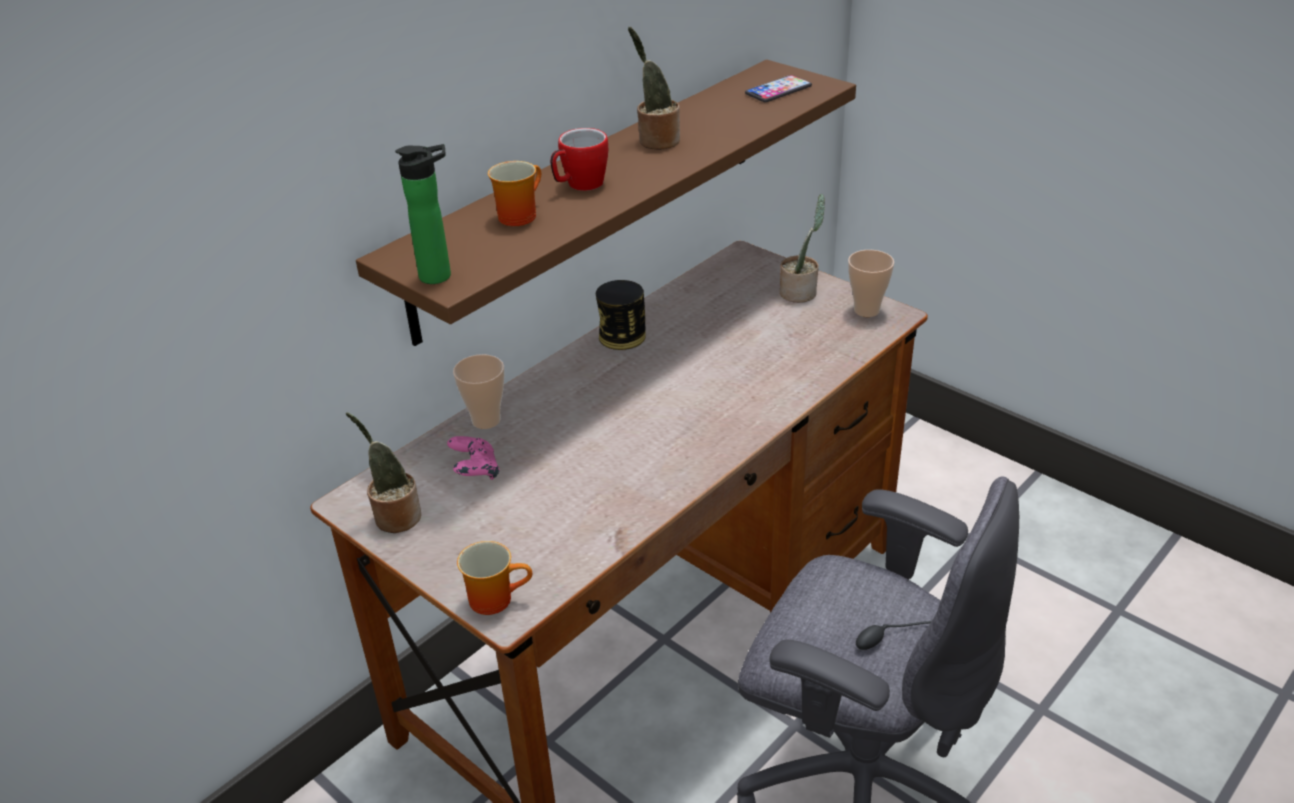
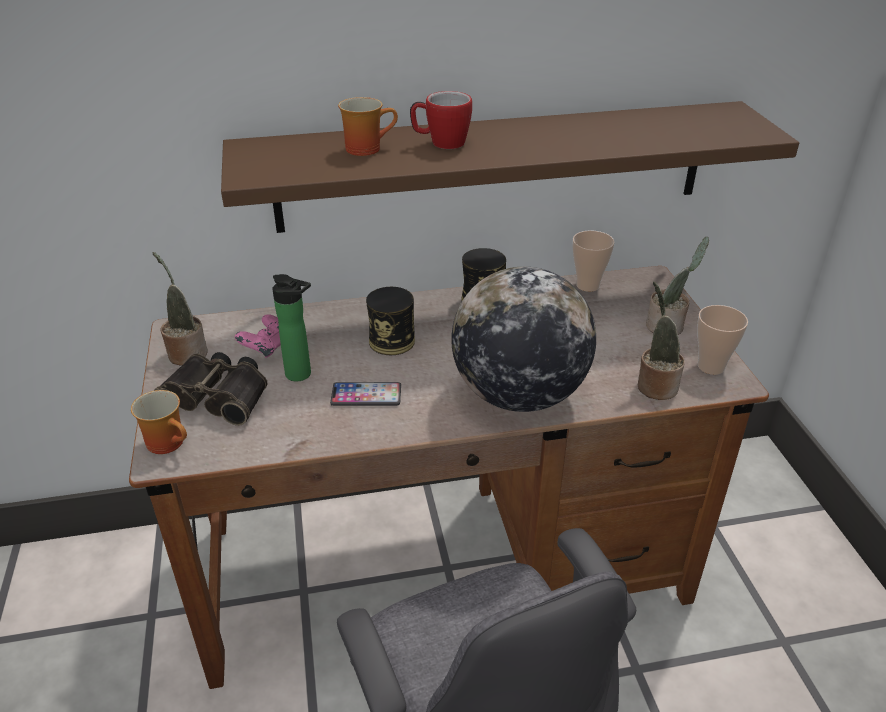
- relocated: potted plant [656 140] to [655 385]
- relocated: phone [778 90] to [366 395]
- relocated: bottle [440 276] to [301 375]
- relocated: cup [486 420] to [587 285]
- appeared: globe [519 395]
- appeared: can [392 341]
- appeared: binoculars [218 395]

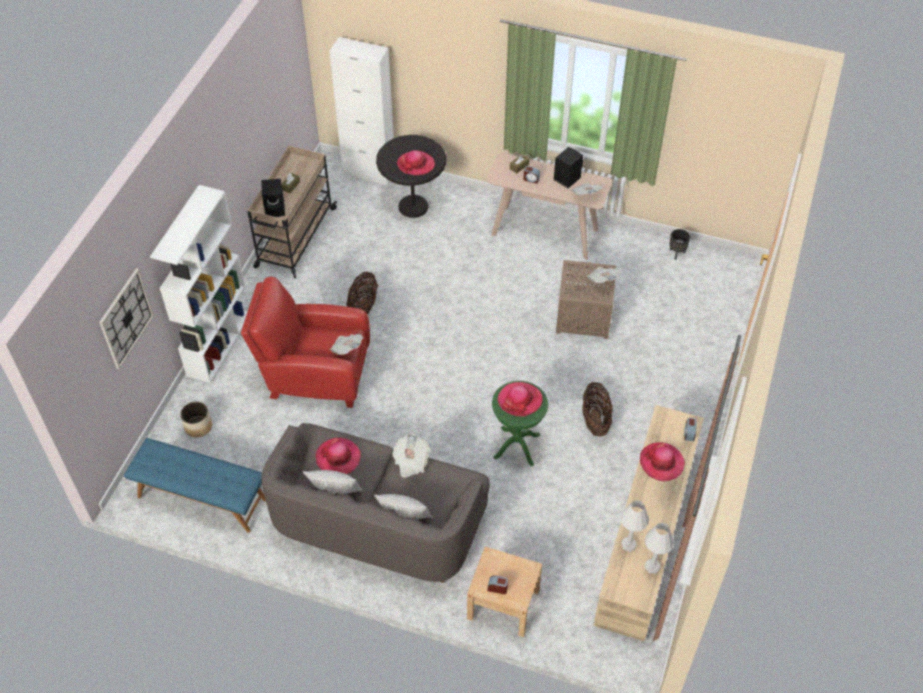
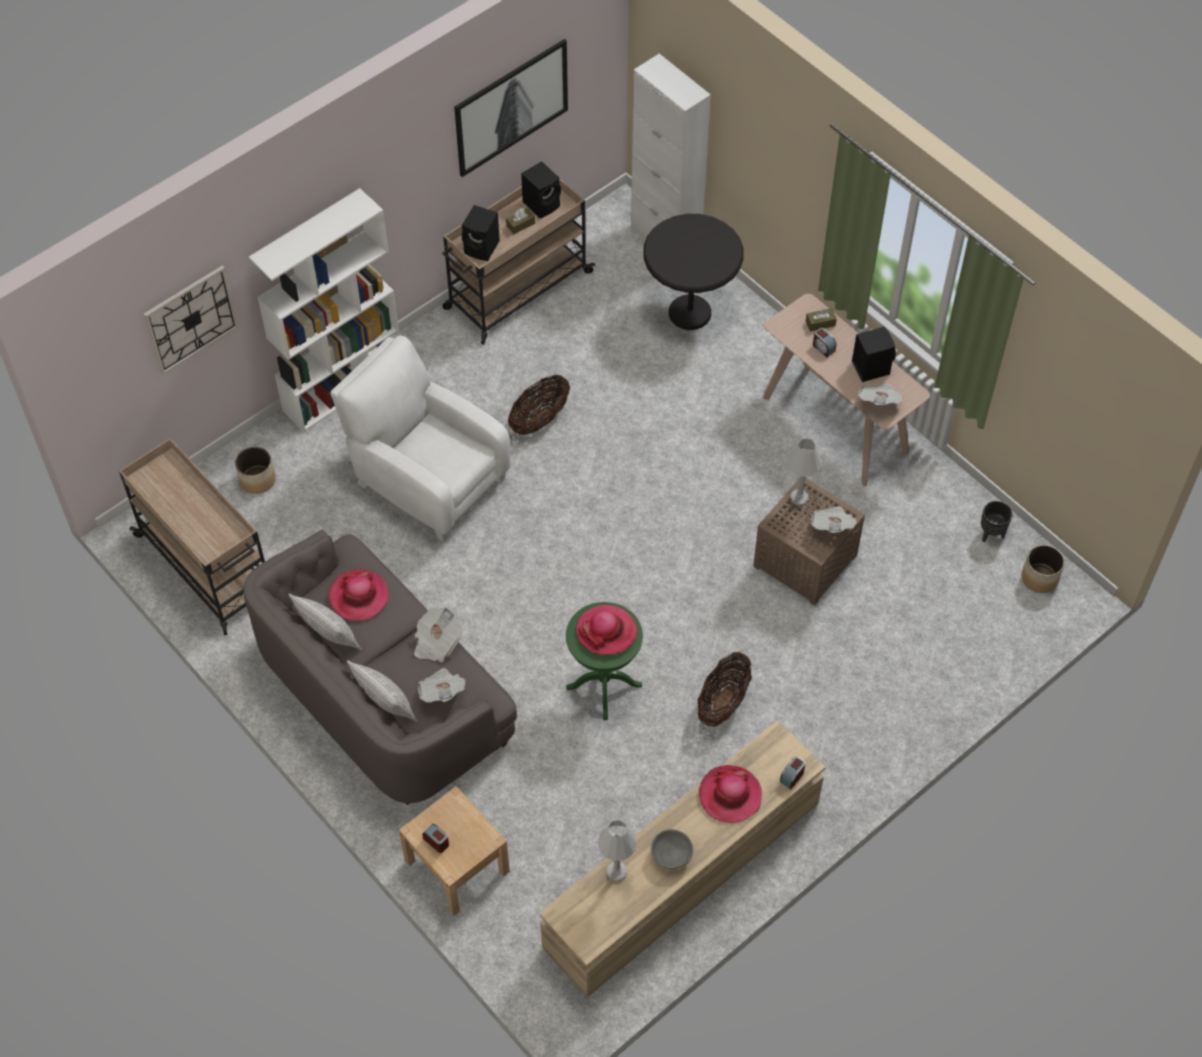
- missing: hat [416 164]
- colour: armchair (red) [314 374] to armchair (white) [427 478]
- relocated: newspaper [347 349] to [442 692]
- exchanged: bench (blue) [201 498] to cart (beige) [208 567]
- relocated: table lamp (white) [652 567] to [799 498]
- appeared: picture [511 107]
- appeared: speaker (black) [542 204]
- appeared: planter [1040 578]
- appeared: bowl (grey) [672 855]

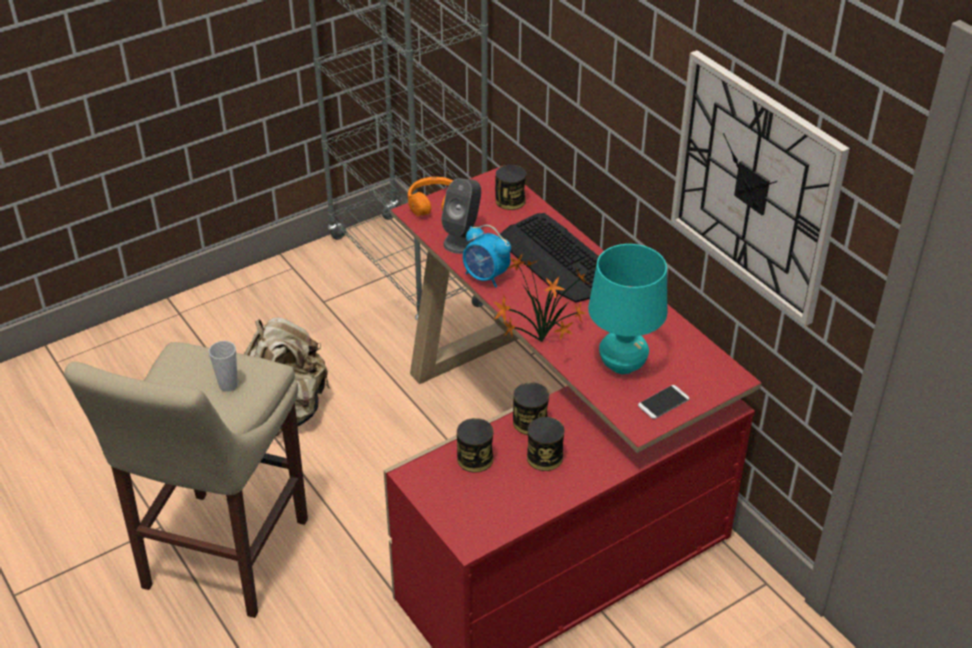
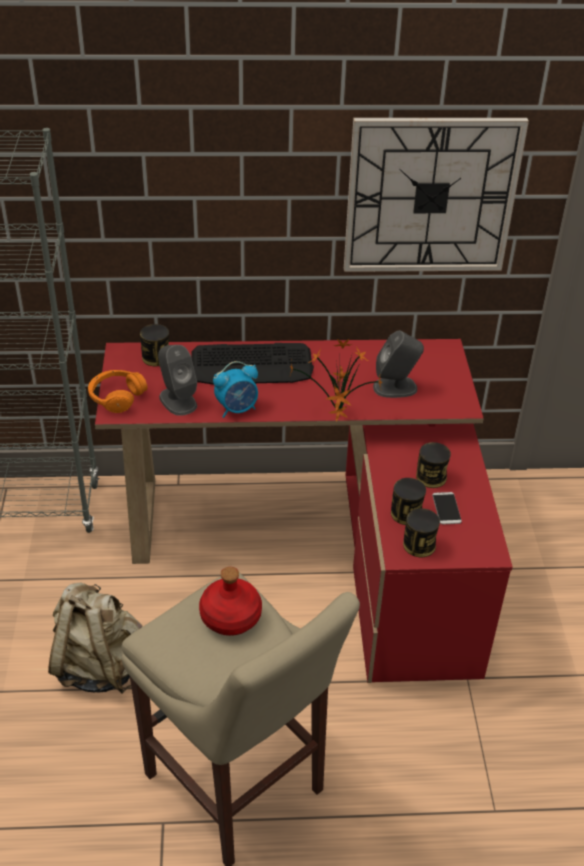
- exchanged: table lamp (turquoise) [622 365] to speaker (grey) [396 387]
- exchanged: cup [228 385] to bottle (red) [231 617]
- relocated: can [530 422] to [419 545]
- relocated: phone [663 402] to [446 508]

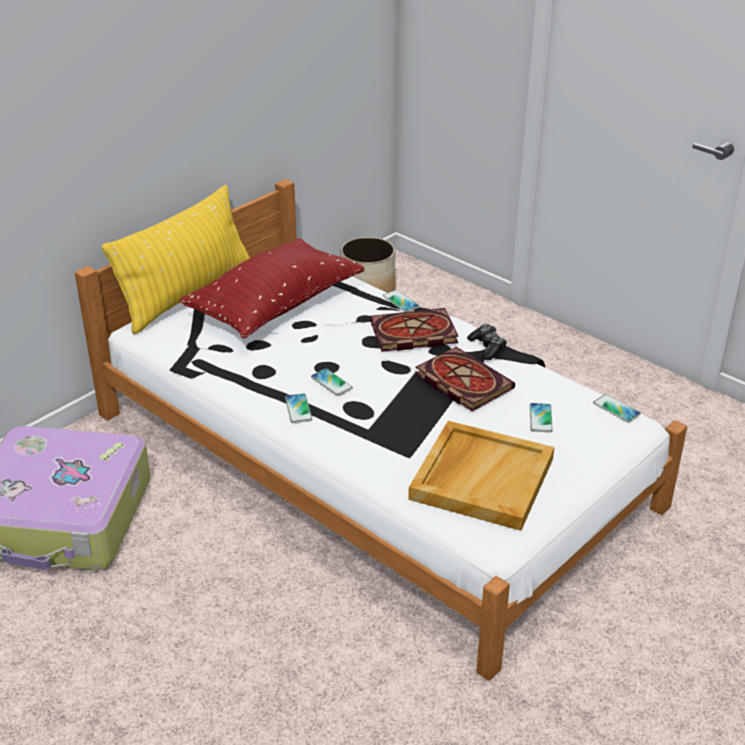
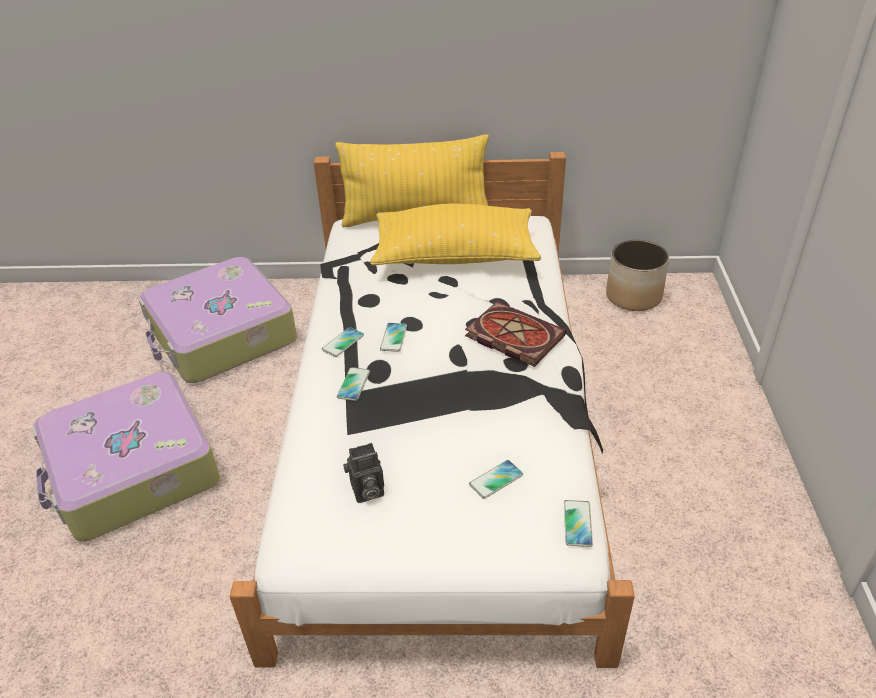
- colour: pillow (red) [275 306] to pillow (yellow) [455 256]
- relocated: phone [400 302] to [353 384]
- missing: game controller [487 347]
- missing: book [460 381]
- exchanged: tray (beige) [481 478] to photo camera [366 492]
- appeared: suitcase [132 471]

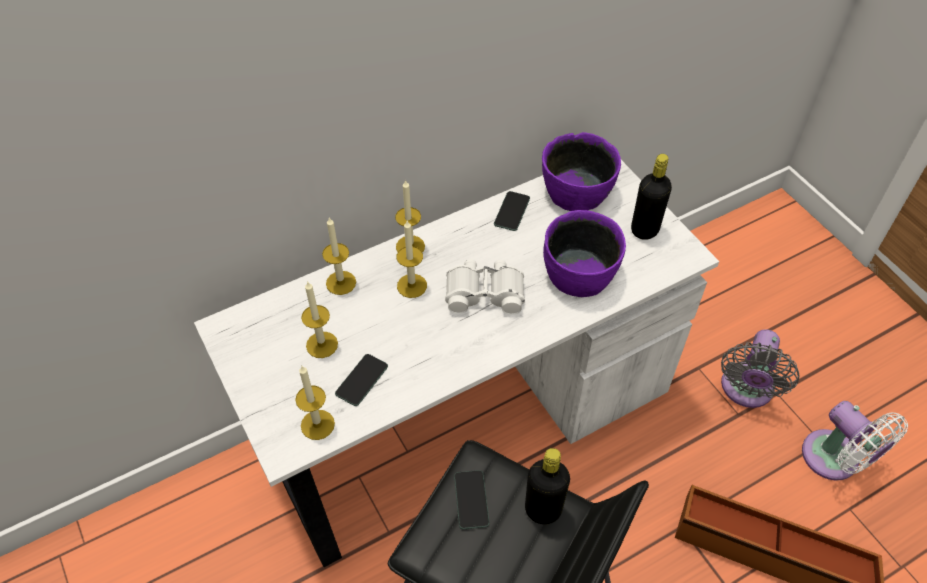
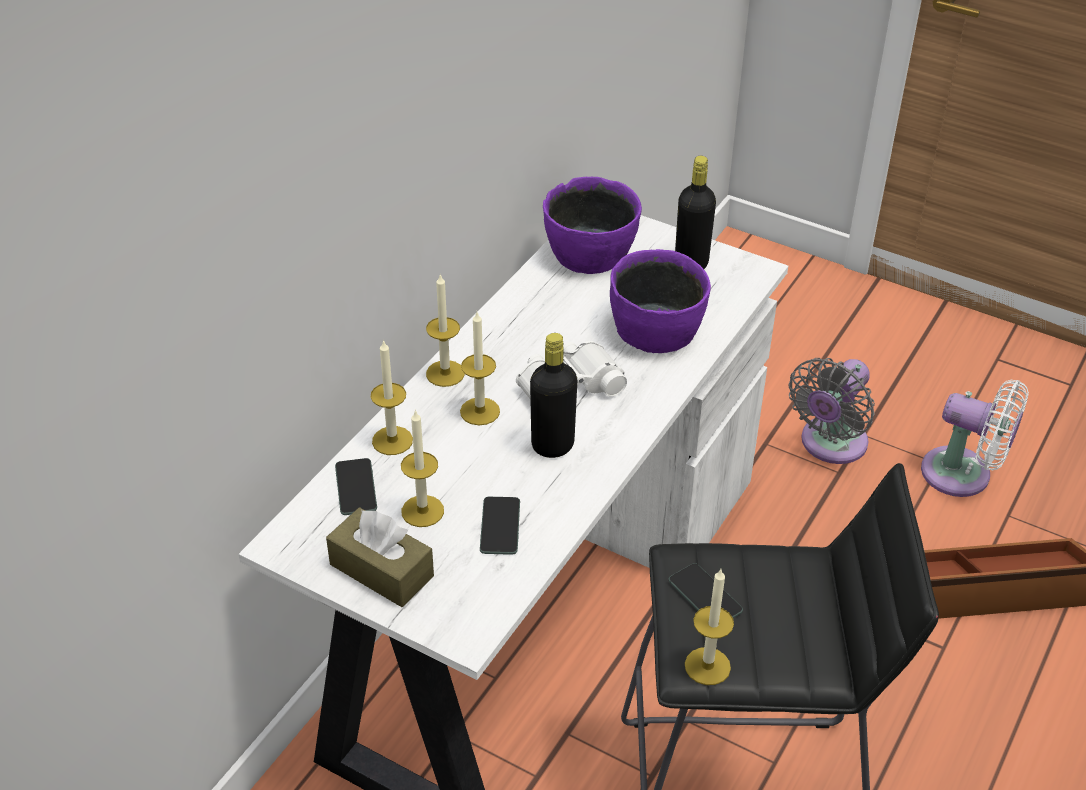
- relocated: phone [512 211] to [356 487]
- spun: fan (grey) [746 390] = [830 445] 45 degrees clockwise
- relocated: candle [317 424] to [707 666]
- relocated: bottle (black) [543 510] to [552 445]
- appeared: tissue box (brown) [381 570]

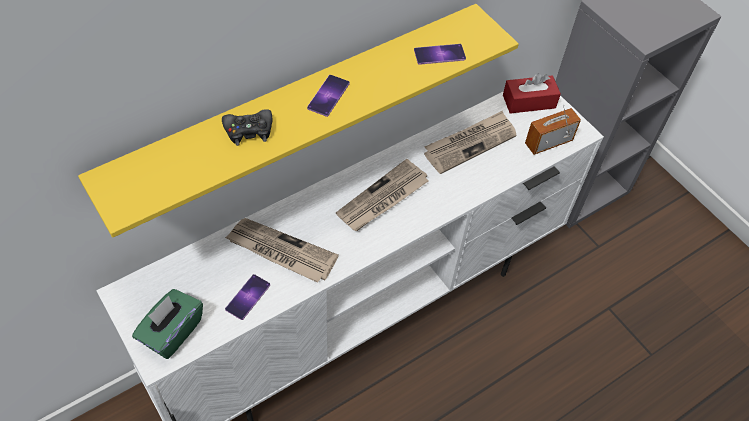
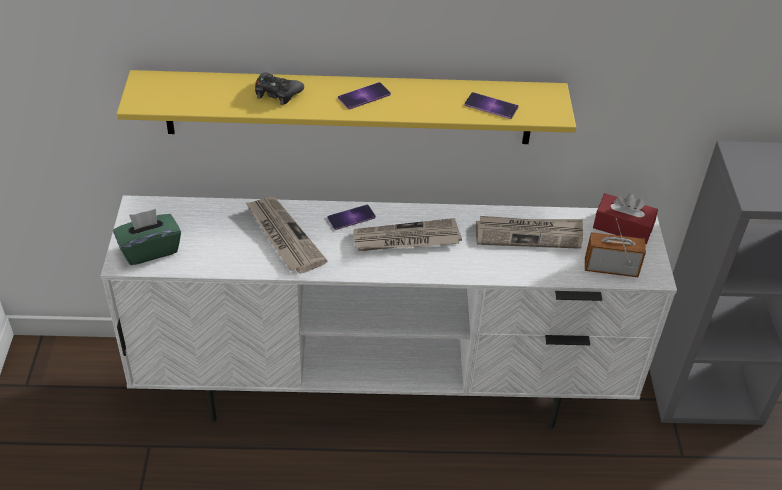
- relocated: phone [248 297] to [351 217]

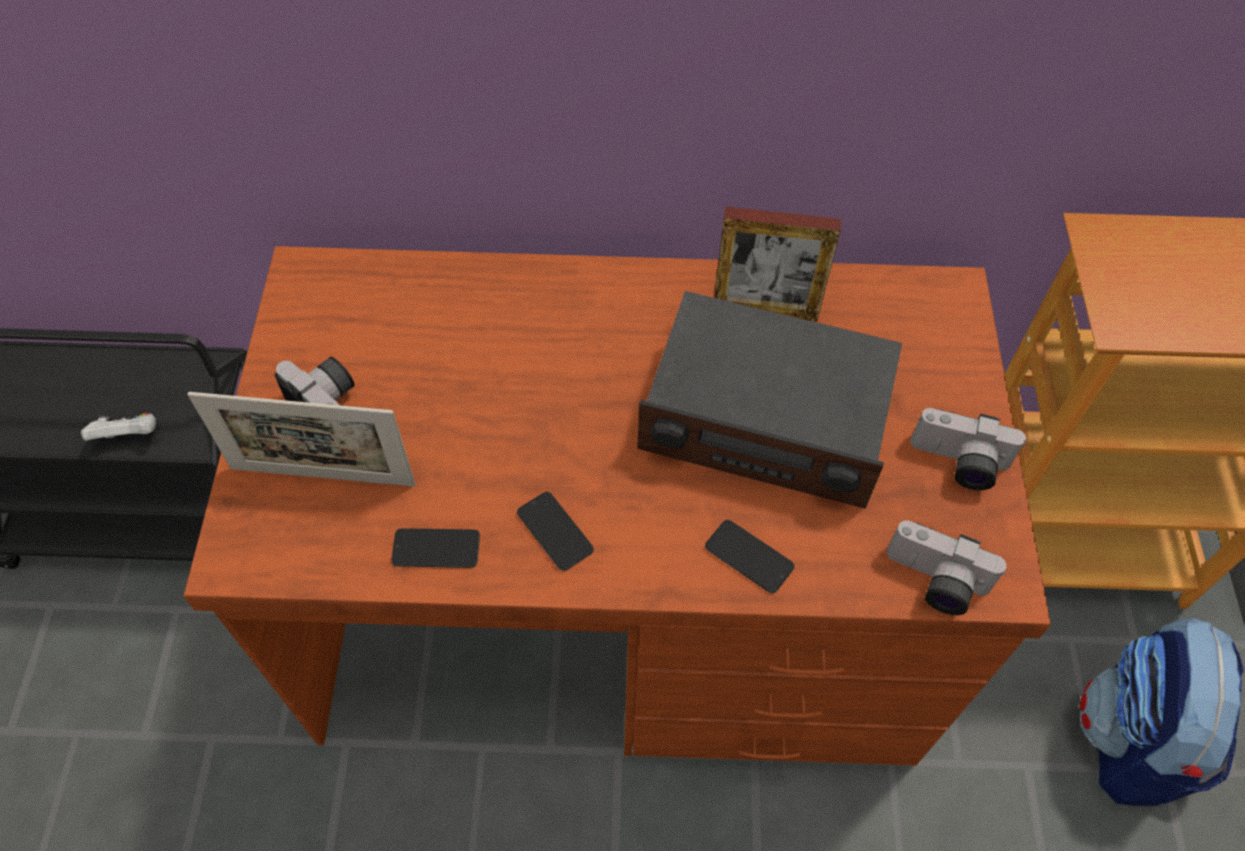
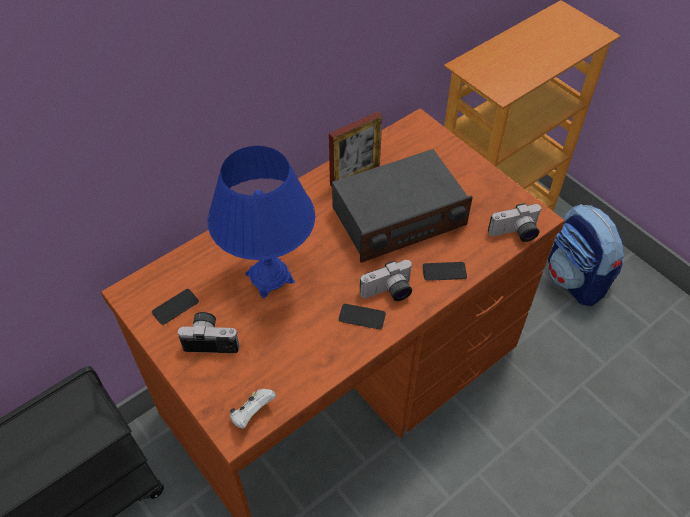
- missing: picture frame [322 476]
- relocated: photo camera [958 464] to [388 292]
- relocated: game controller (white) [129 436] to [252 413]
- relocated: phone [436 549] to [175 307]
- appeared: table lamp (blue) [269 277]

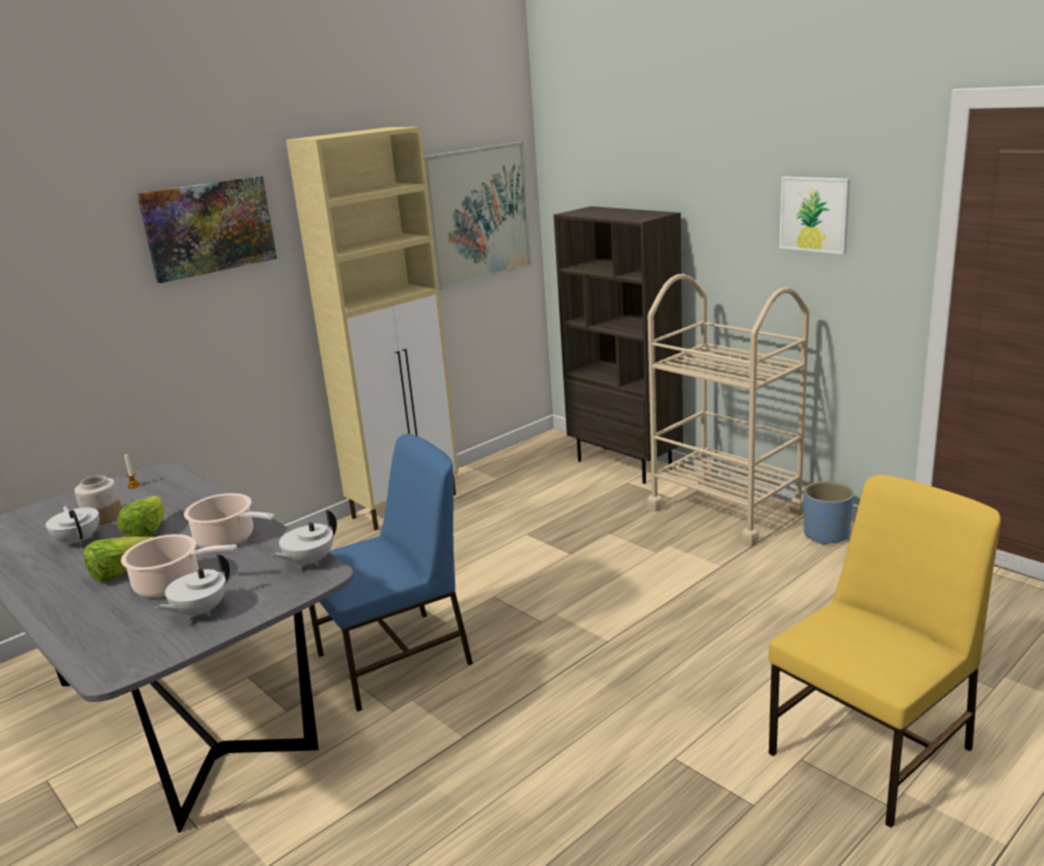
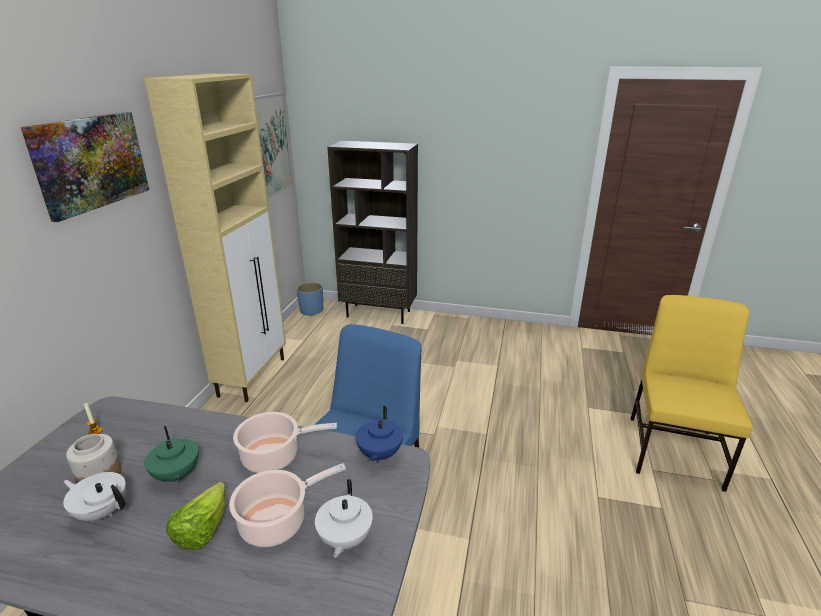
- missing: picture [814 214]
- missing: cart (beige) [725 510]
- relocated: planter (blue) [826 534] to [311 310]
- exchanged: lettuce [147 532] to teapot (green) [176 475]
- colour: teapot (white) [309 562] to teapot (blue) [379 454]

